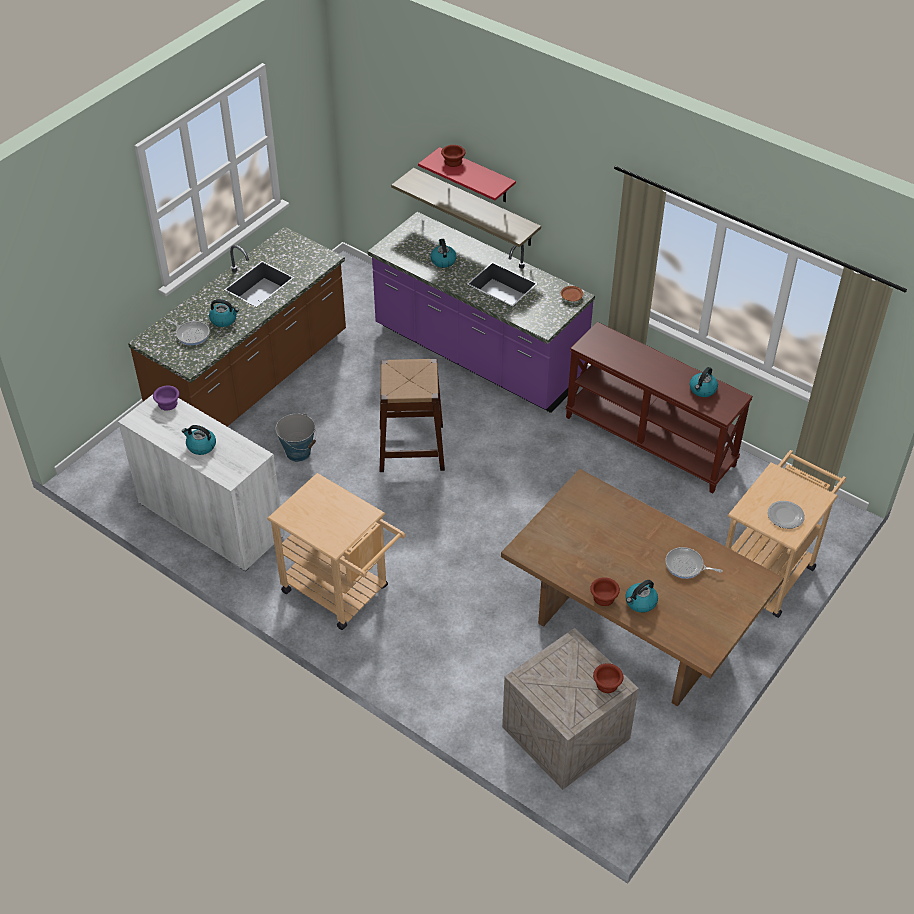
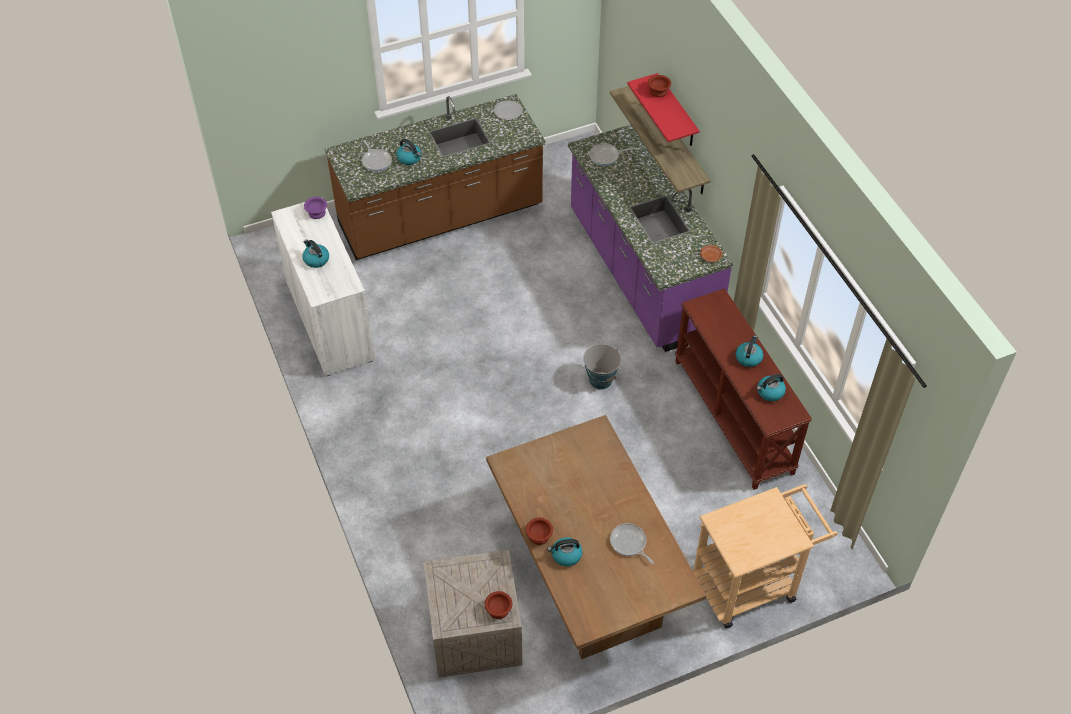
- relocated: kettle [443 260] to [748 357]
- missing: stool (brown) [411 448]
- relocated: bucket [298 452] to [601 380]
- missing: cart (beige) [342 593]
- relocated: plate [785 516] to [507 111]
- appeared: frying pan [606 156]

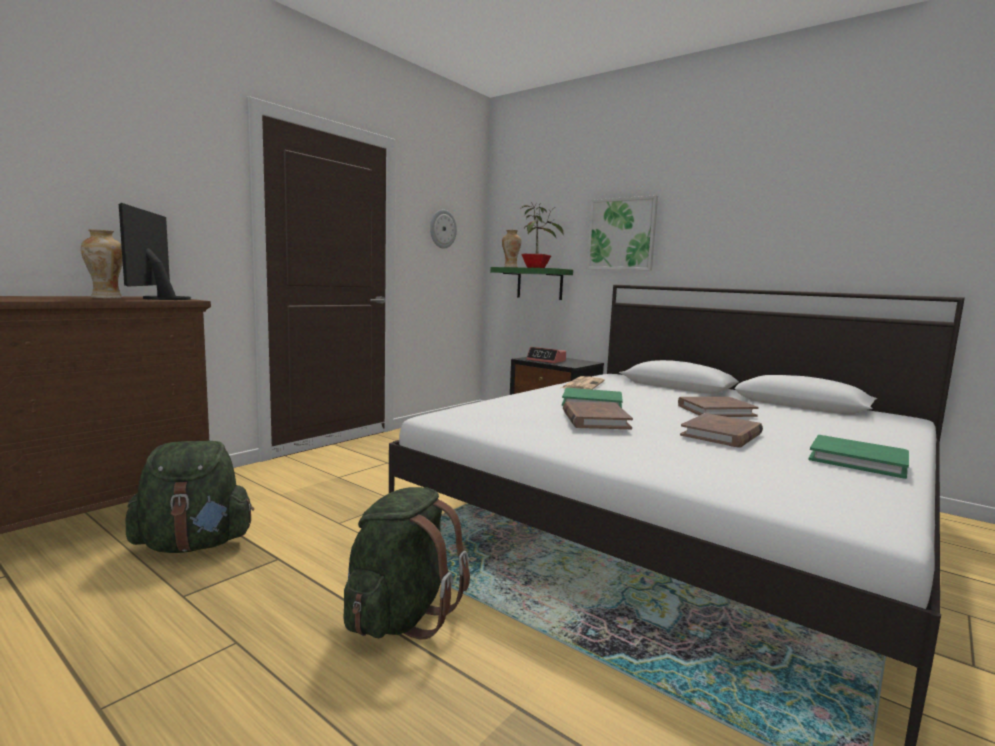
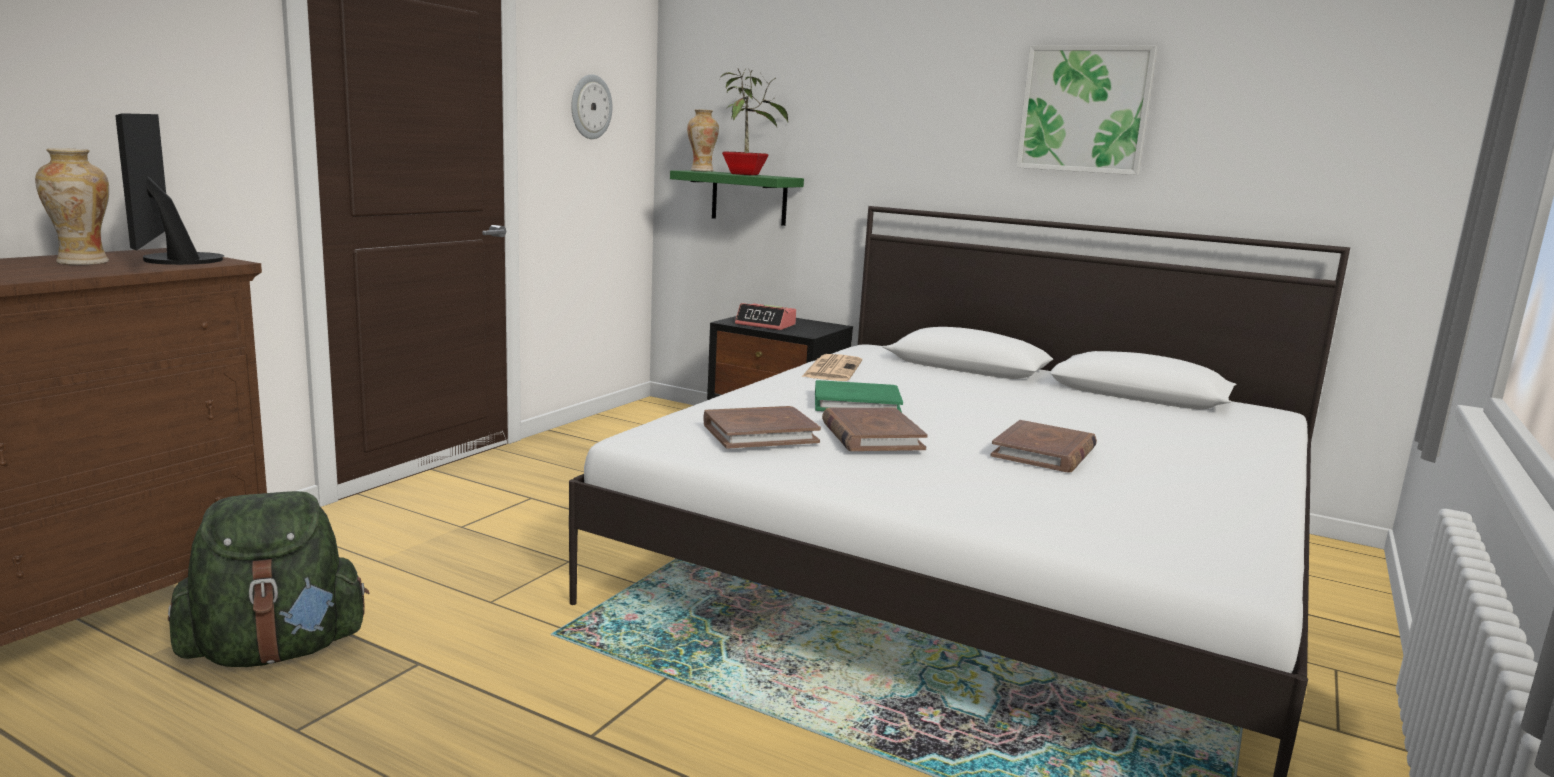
- relocated: picture [621 234] to [1084 109]
- relocated: book (brown) [716 410] to [760 433]
- missing: book (green) [857 460]
- missing: backpack (green) [401 616]

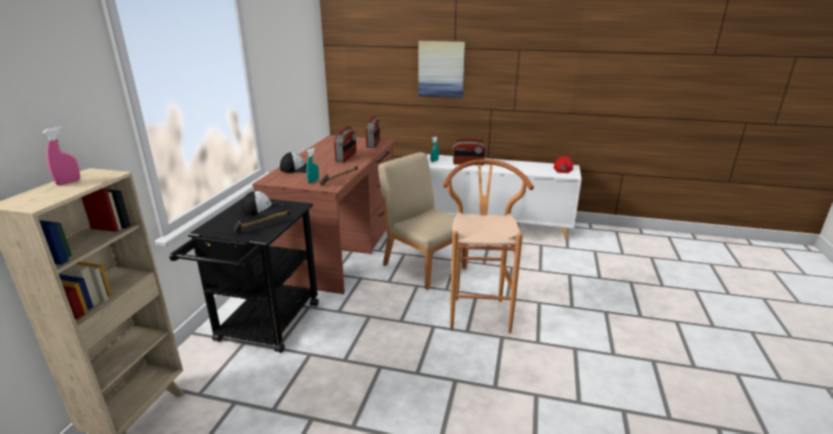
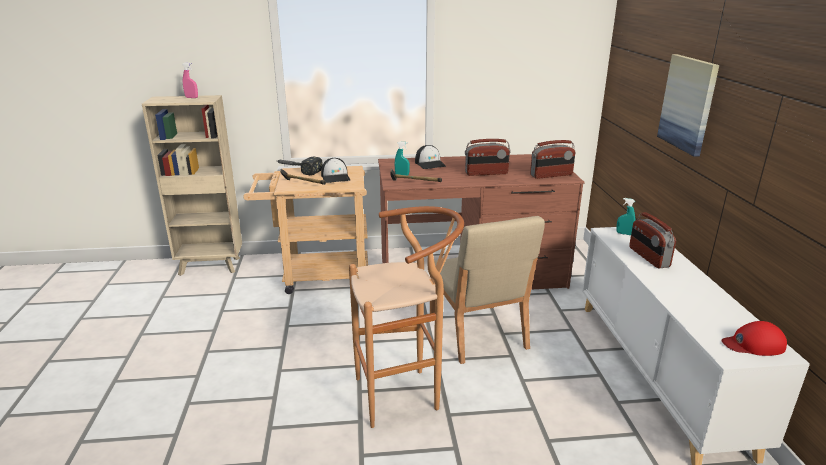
- spun: chair (beige) [424 266] = [477 333] 135 degrees clockwise
- colour: cart (black) [264 327] to cart (beige) [317 276]
- appeared: hammer [297 170]

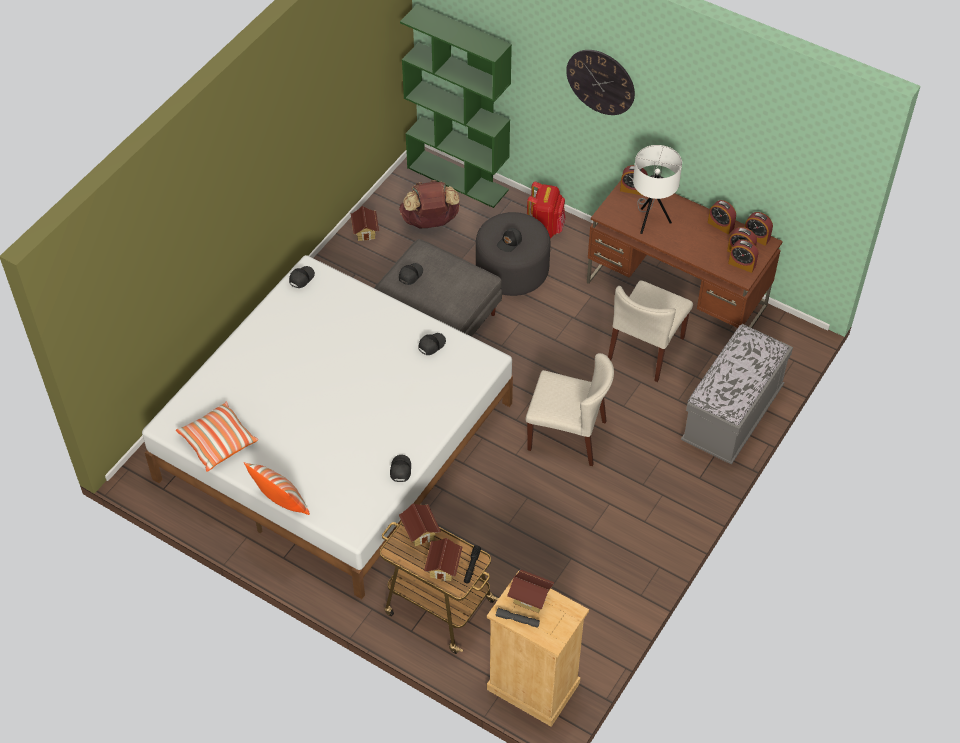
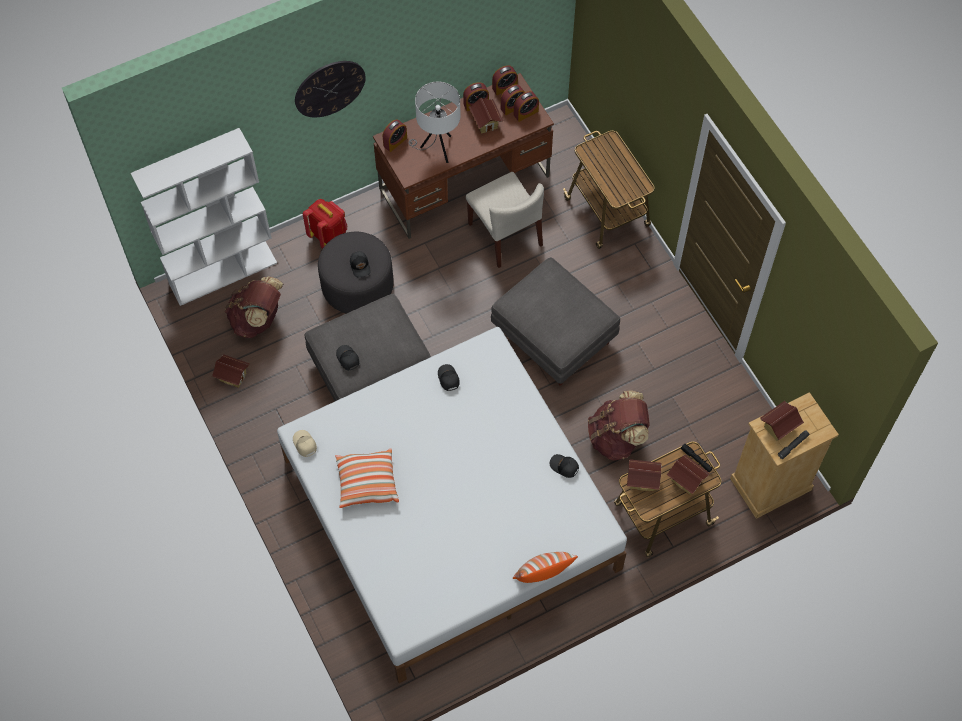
- colour: bookcase (green) [458 178] to bookcase (white) [223 272]
- colour: cap (black) [301 278] to cap (beige) [304 444]
- exchanged: bench (grey) [732 416] to cart [608 213]
- exchanged: chair (beige) [567 435] to ottoman (grey) [554 336]
- relocated: pillow [218 442] to [367 483]
- appeared: toy house [486 122]
- appeared: backpack (brown) [616 438]

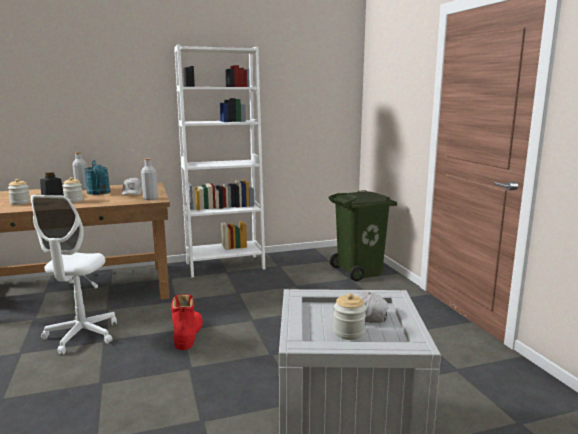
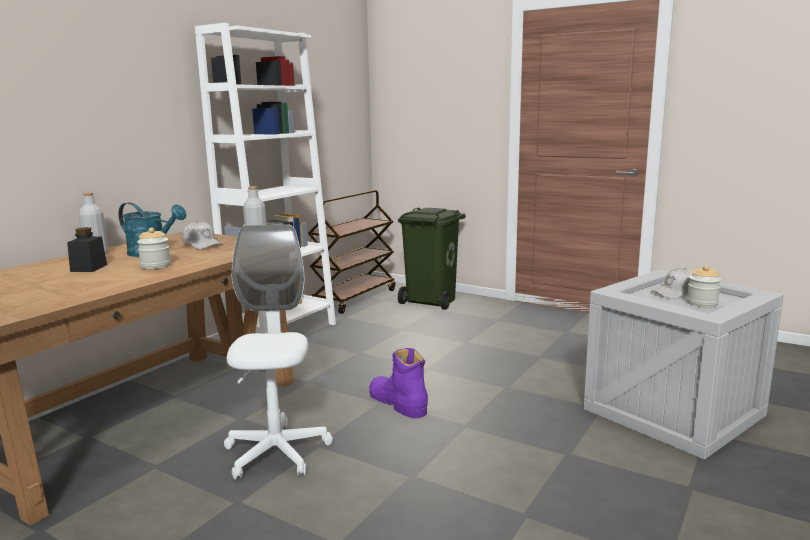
- missing: jar [20 203]
- spun: office chair (white) [82 336] = [276 453] 150 degrees counterclockwise
- colour: boot (red) [188 335] to boot (purple) [397 403]
- appeared: cart (brown) [354 298]

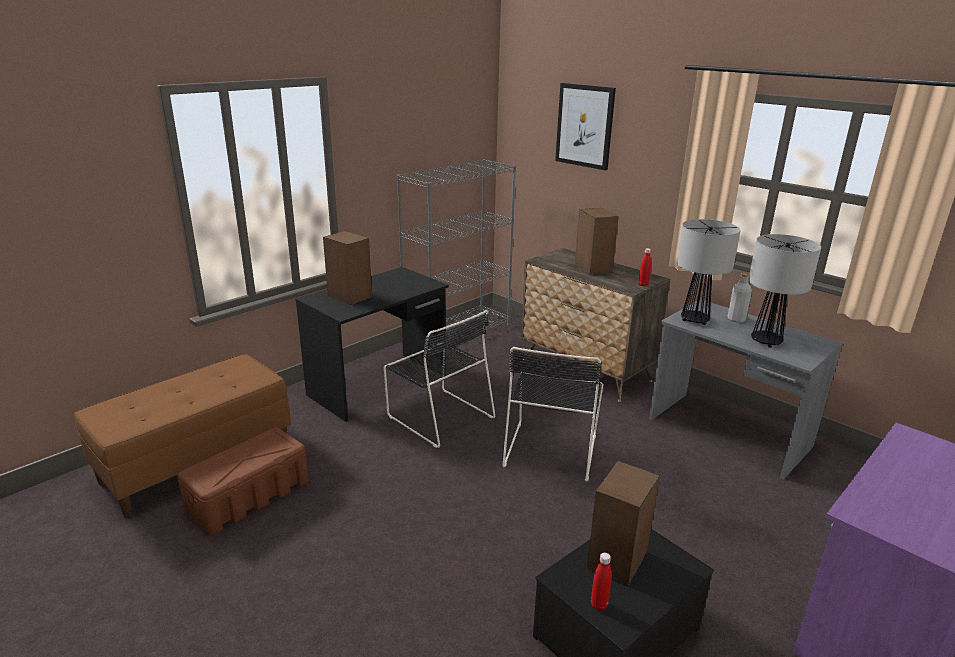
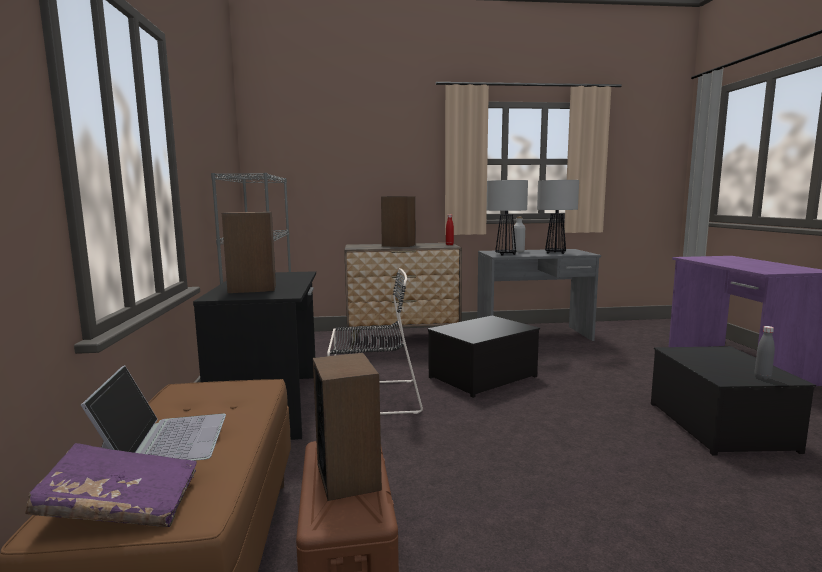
- missing: picture [585 126]
- exchanged: chair (black) [551 448] to storage box [483 377]
- relocated: speaker [618 560] to [348 476]
- colour: bottle (red) [599 605] to bottle (grey) [762 378]
- appeared: laptop [164 439]
- appeared: book (purple) [122 506]

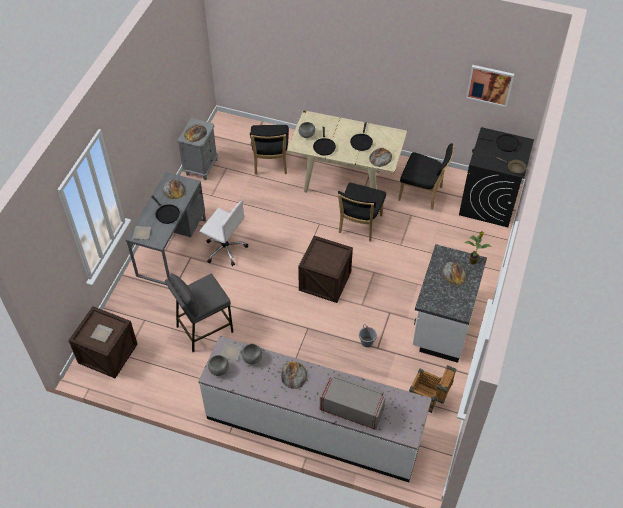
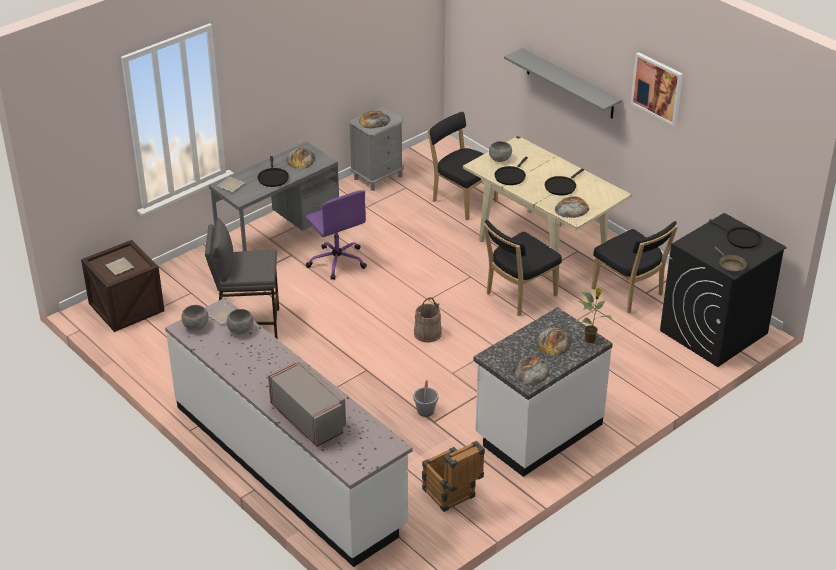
- relocated: picture [489 85] to [657 88]
- spun: chair (black) [270 163] = [462 200] 105 degrees clockwise
- colour: office chair (white) [225 249] to office chair (purple) [337 261]
- exchanged: crate [325 281] to bucket (beige) [427 333]
- relocated: bread [293 375] to [530 371]
- appeared: shelf (grey) [570 84]

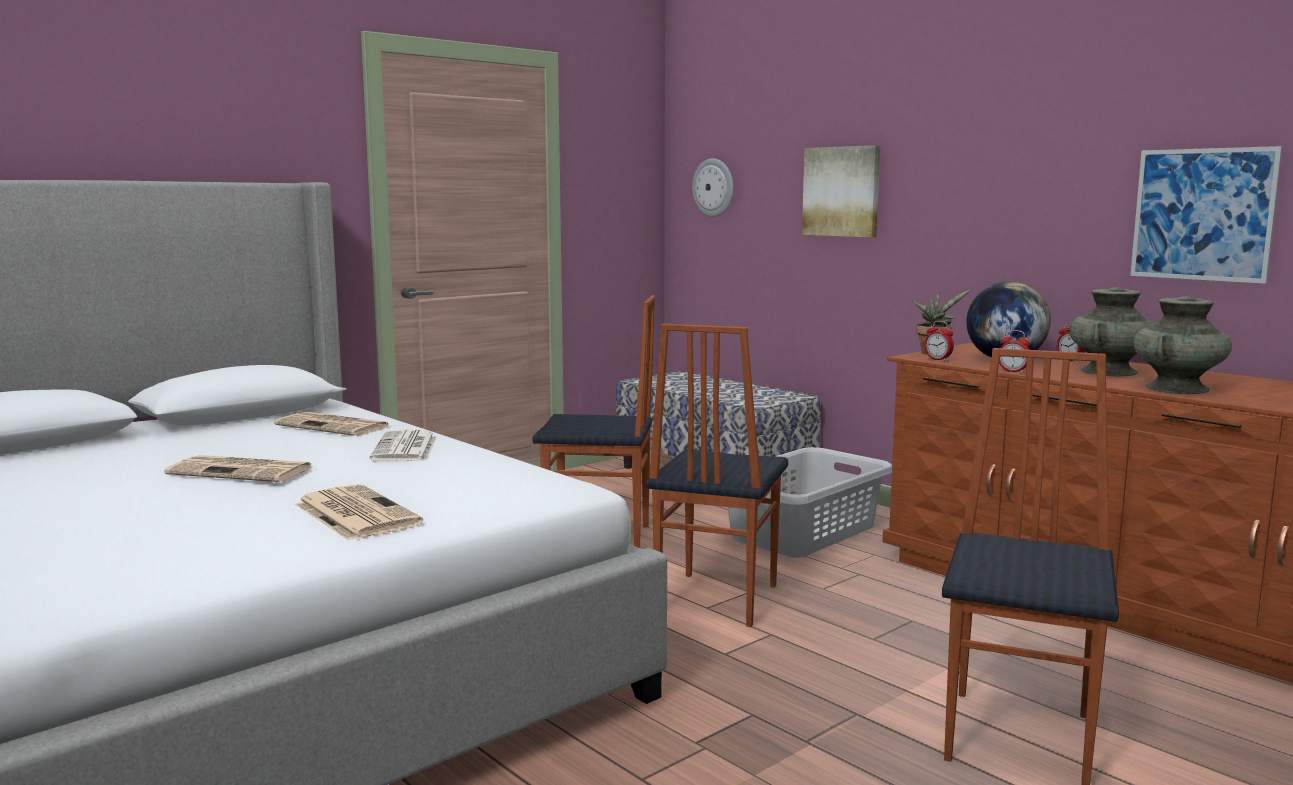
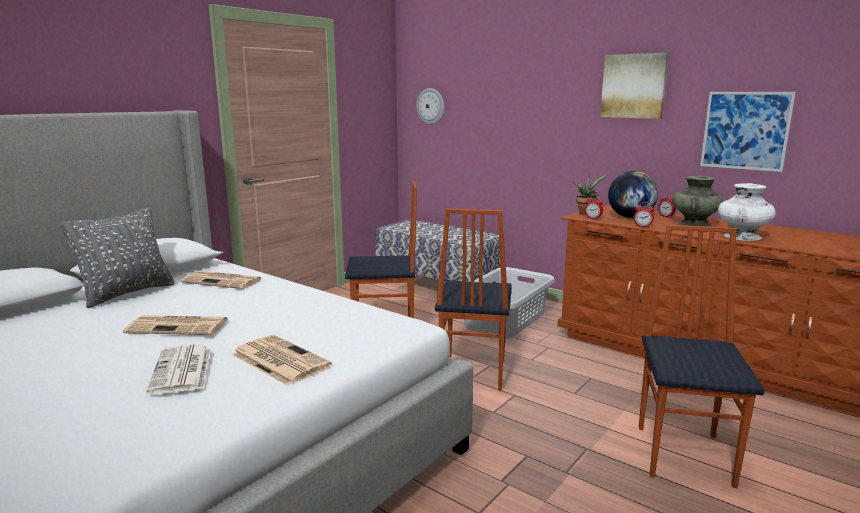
- relocated: picture [842 191] to [634 86]
- colour: vase (turquoise) [1176 388] to vase (white) [742 236]
- relocated: newspaper [405 448] to [182 370]
- appeared: pillow (grey) [127 293]

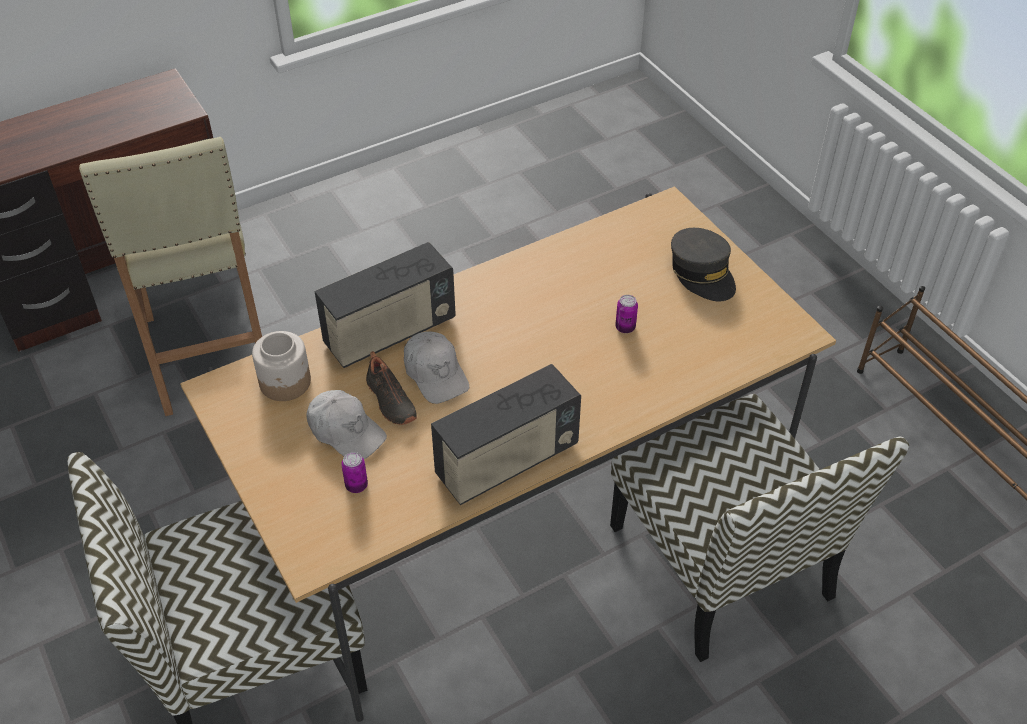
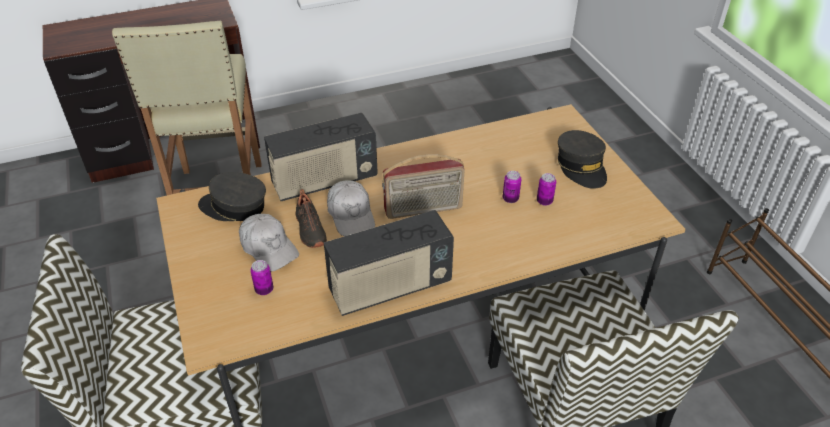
- exchanged: jar [285 382] to cap (grey) [234 207]
- appeared: radio [423 210]
- appeared: can [544 201]

